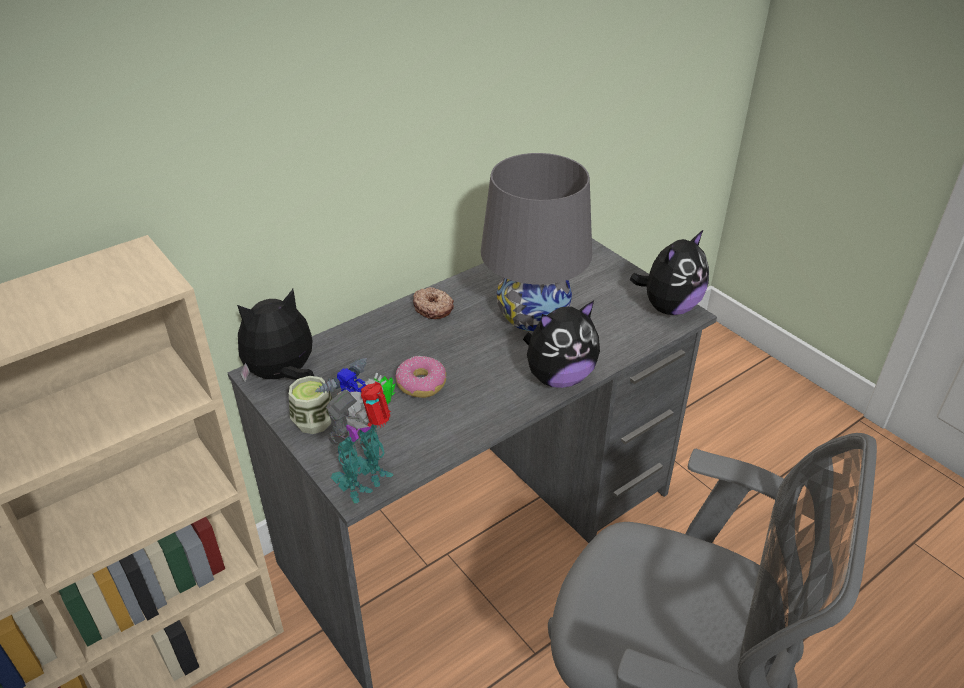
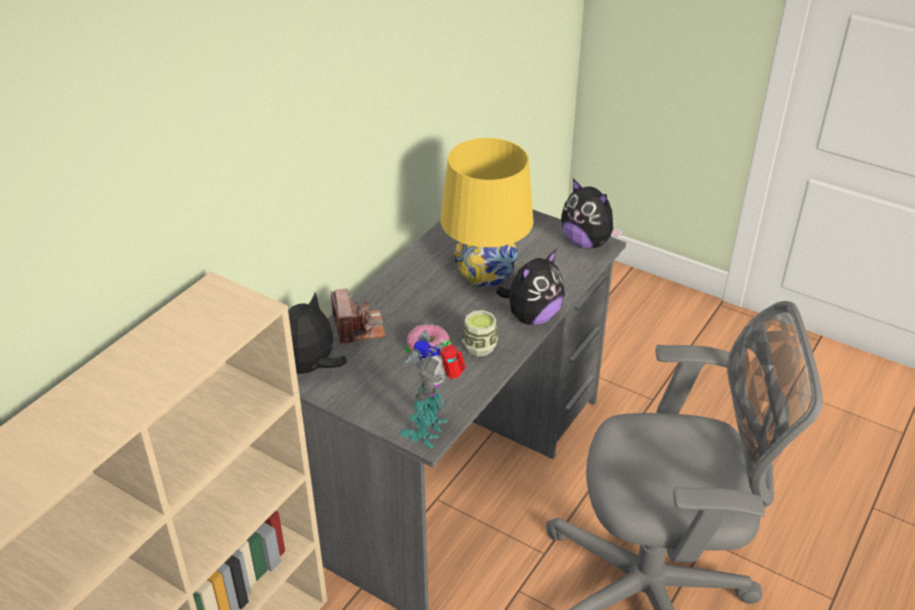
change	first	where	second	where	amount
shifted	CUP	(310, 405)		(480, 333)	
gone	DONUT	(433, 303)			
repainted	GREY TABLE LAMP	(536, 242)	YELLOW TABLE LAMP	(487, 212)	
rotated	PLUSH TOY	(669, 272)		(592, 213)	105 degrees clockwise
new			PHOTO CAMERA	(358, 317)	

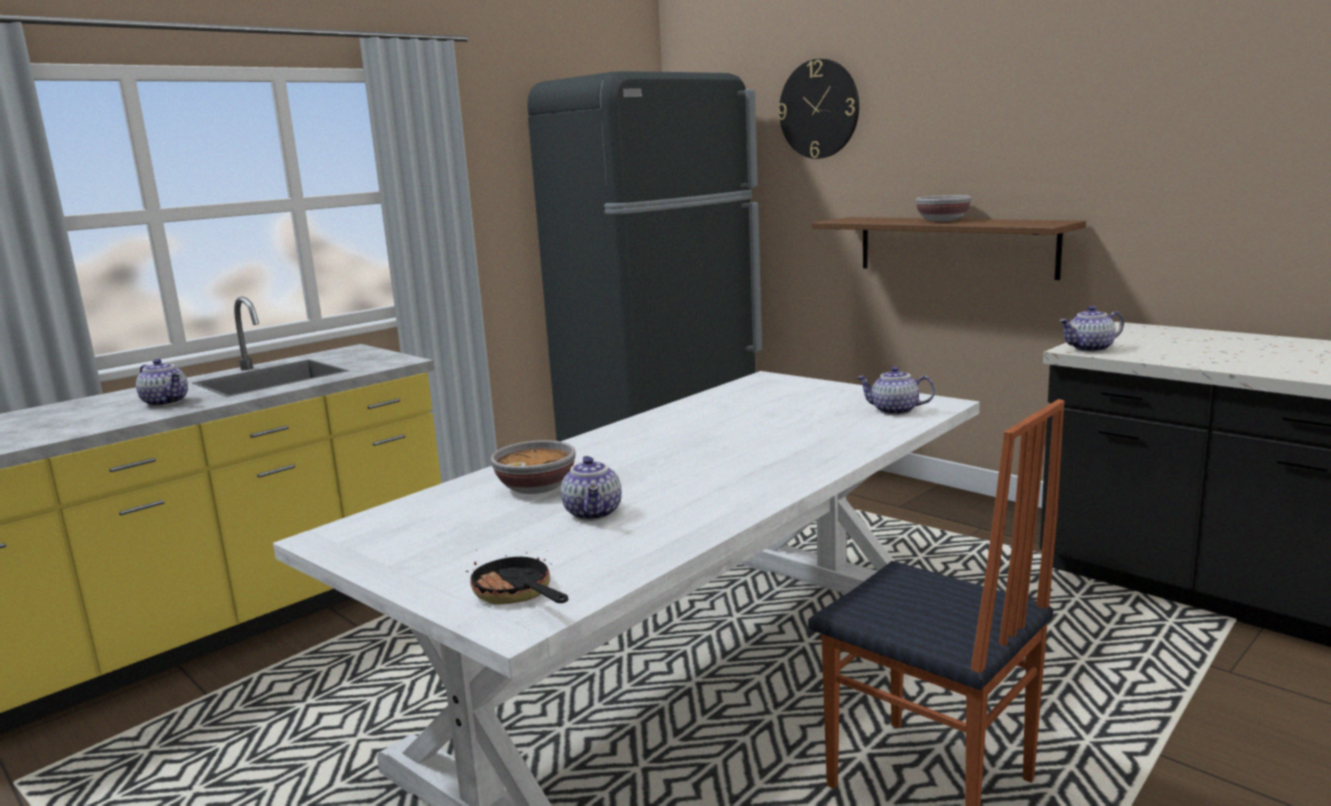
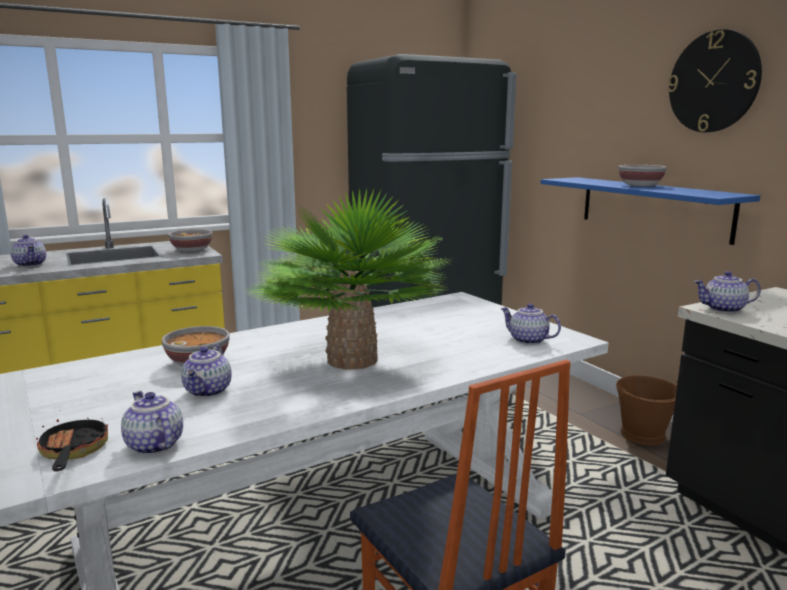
change	first	where	second	where	amount
shifted	WALL CLOCK	(818, 109)		(715, 80)	
repainted	BROWN SHELF	(949, 248)	BLUE SHELF	(650, 211)	
new			TEAPOT	(152, 423)	
new			BOWL	(190, 240)	
new			POTTED PLANT	(351, 279)	
new			BROWN BUCKET	(647, 410)	

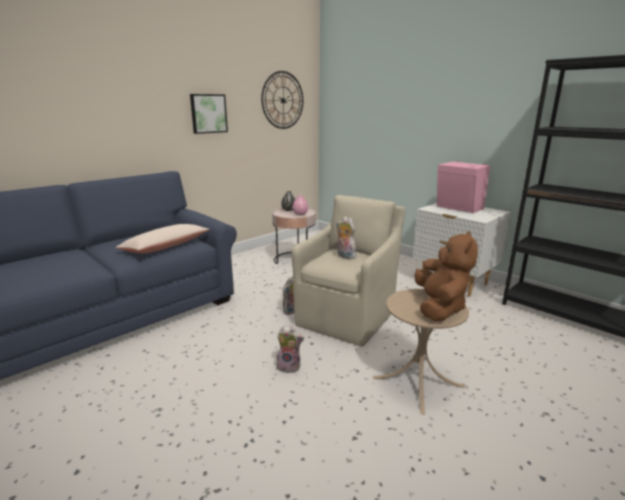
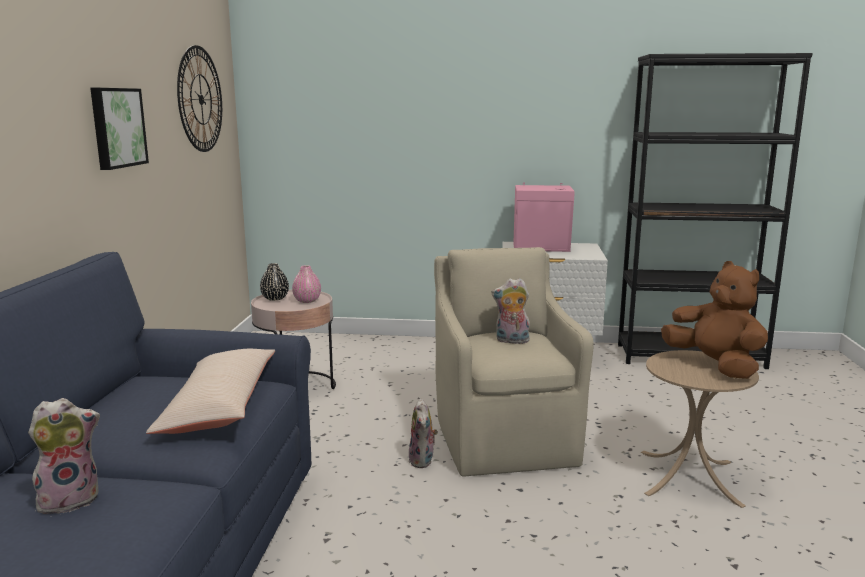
change	first	where	second	where	amount
shifted	PLUSH TOY	(290, 349)		(64, 456)	

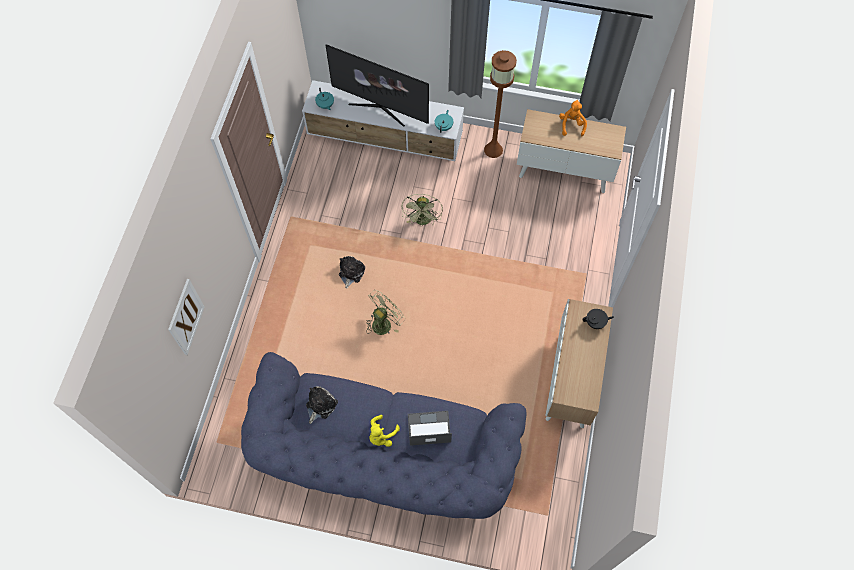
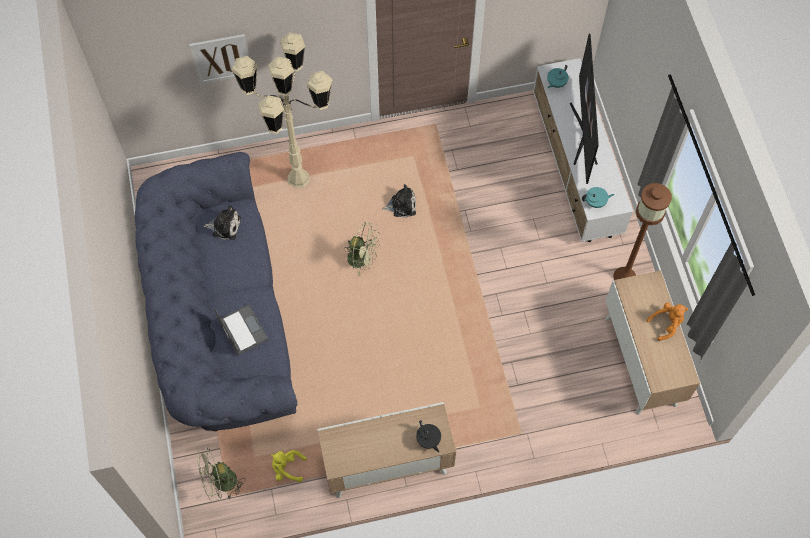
change	first	where	second	where	amount
shifted	YELLOW PLUSH TOY	(384, 431)		(289, 466)	
shifted	GREEN FAN	(422, 209)		(221, 474)	
new			BEIGE FLOOR LAMP	(282, 110)	

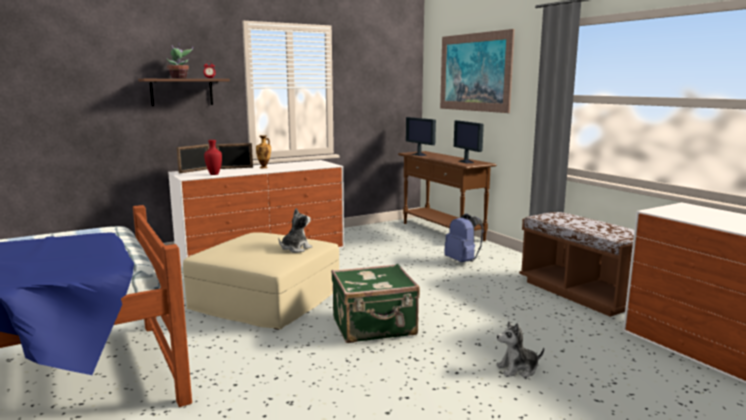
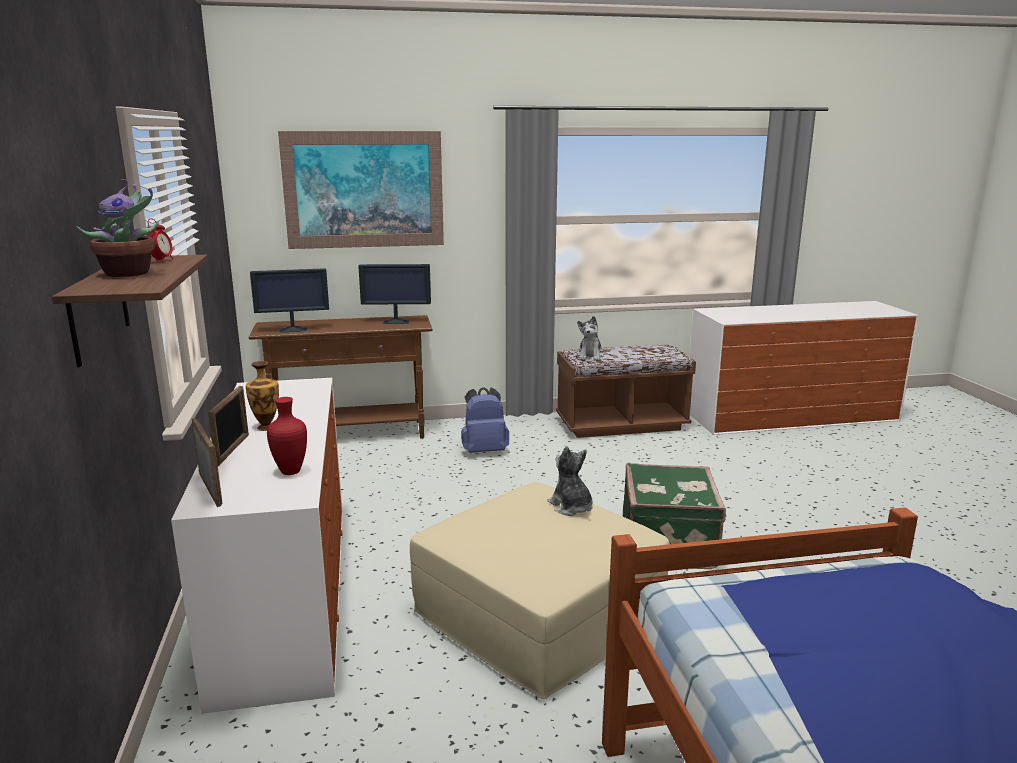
change	first	where	second	where	amount
shifted	PLUSH TOY	(520, 349)		(590, 338)	

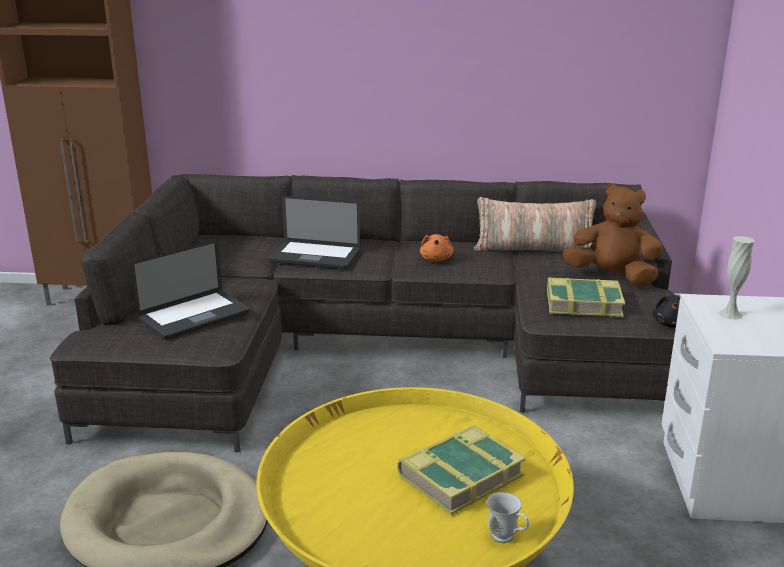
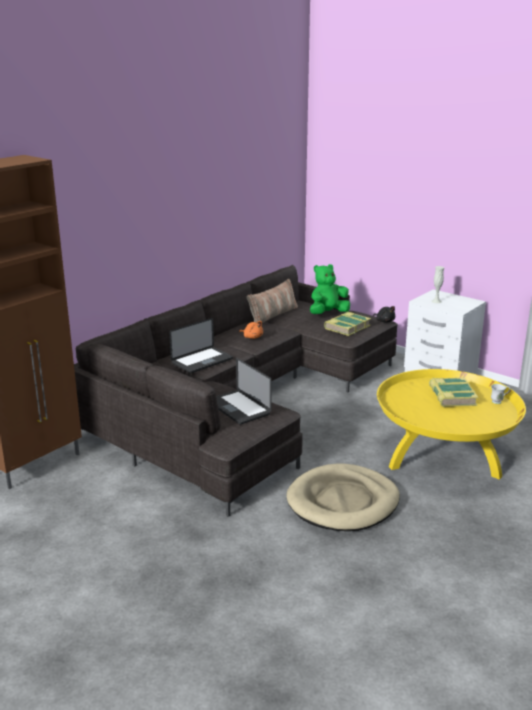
change	first	where	second	where	amount
rotated	LAPTOP	(190, 290)		(243, 391)	150 degrees clockwise
repainted	BROWN PLUSH TOY	(613, 234)	GREEN PLUSH TOY	(330, 289)	

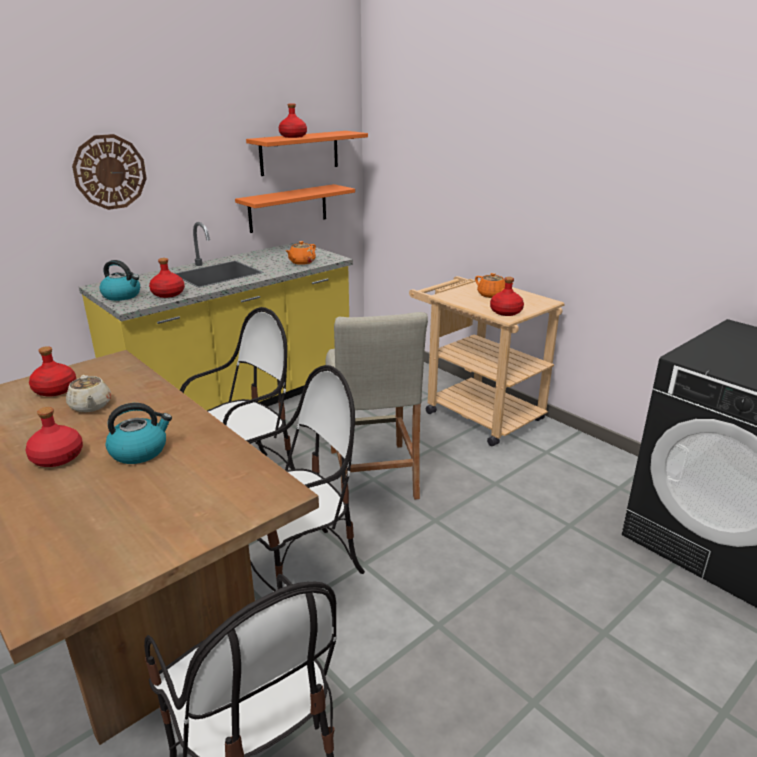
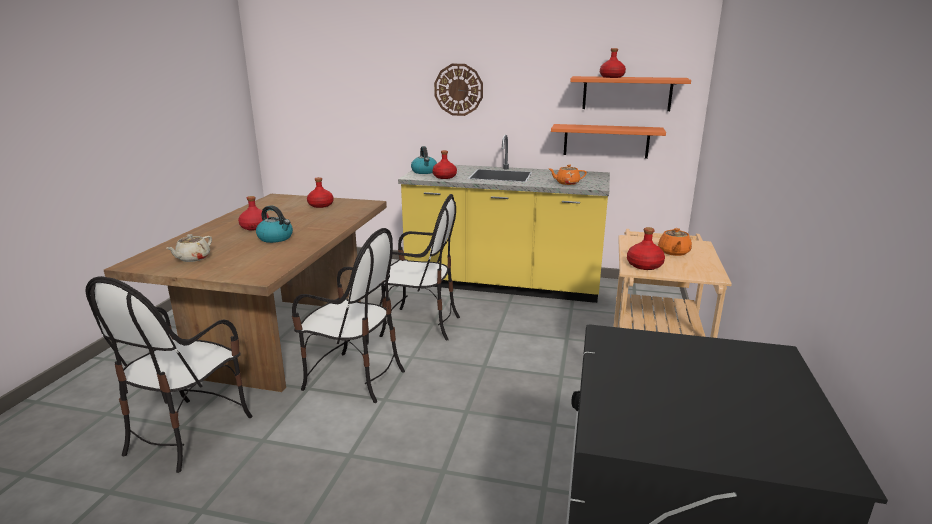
change	first	where	second	where	amount
shifted	BEIGE TEAPOT	(88, 393)		(189, 248)	
gone	BEIGE STOOL	(376, 406)			

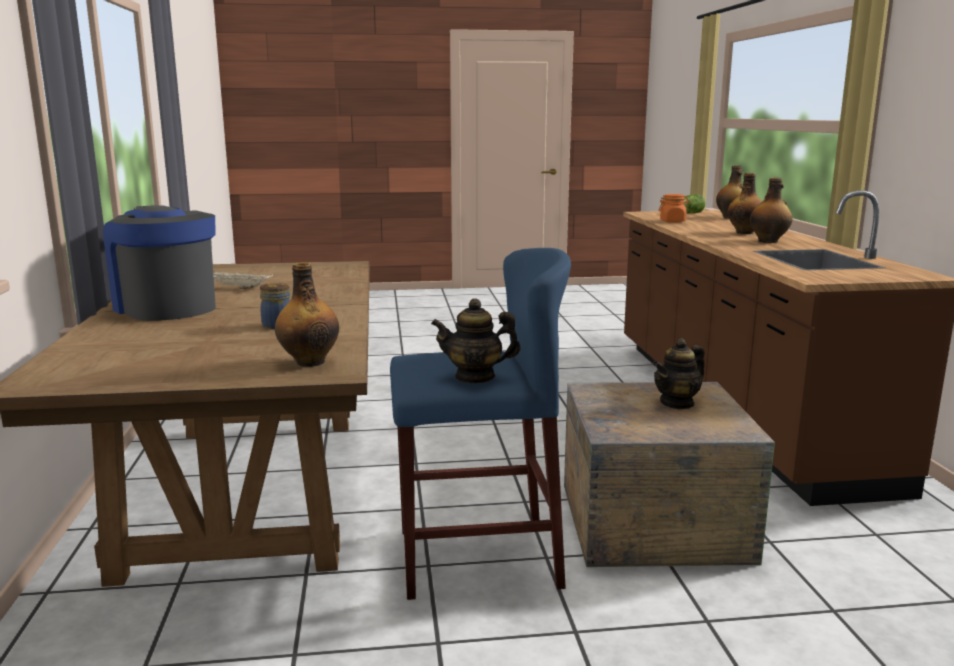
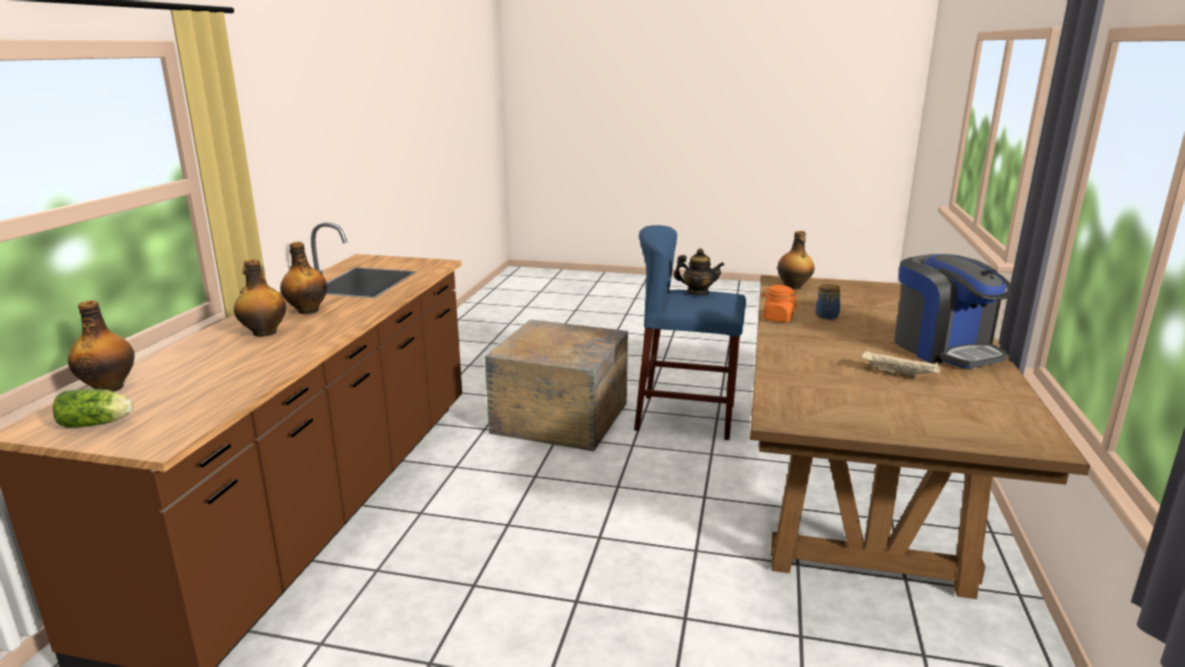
change	first	where	second	where	amount
gone	TEAPOT	(679, 373)			
shifted	ORANGE JAR	(674, 208)		(779, 303)	

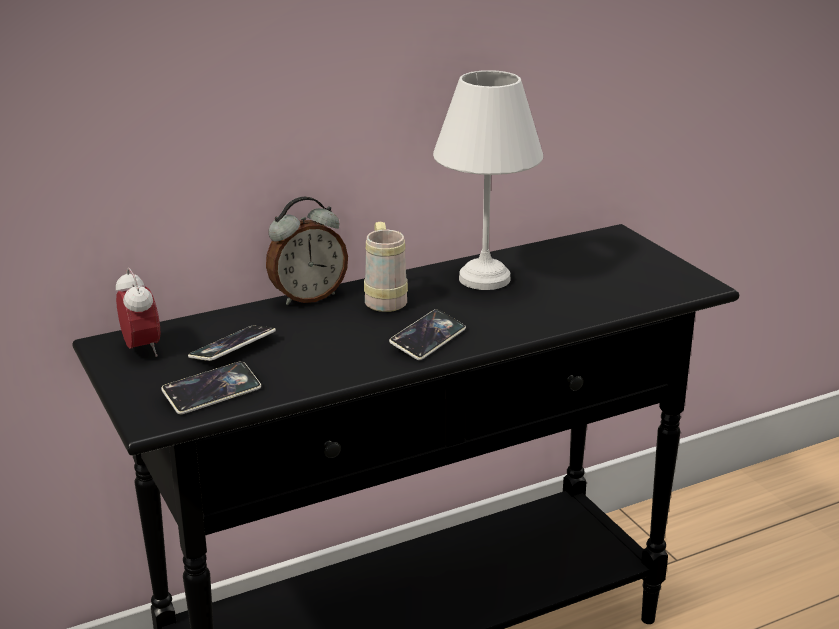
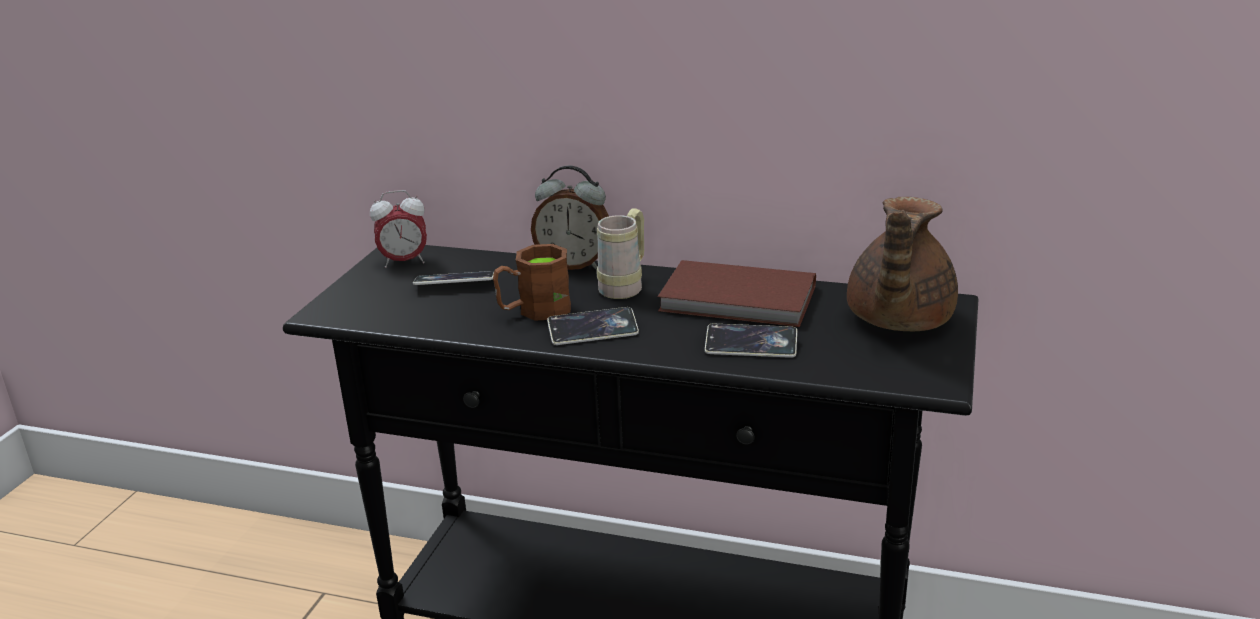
change	first	where	second	where	amount
rotated	ALARM CLOCK	(138, 312)		(398, 229)	60 degrees clockwise
shifted	PHONE	(211, 387)		(751, 341)	
swapped	WHITE TABLE LAMP	(488, 180)	BROWN BOOK	(737, 293)	
new			BROWN MUG	(532, 282)	
new			BROWN TEAPOT	(902, 264)	

